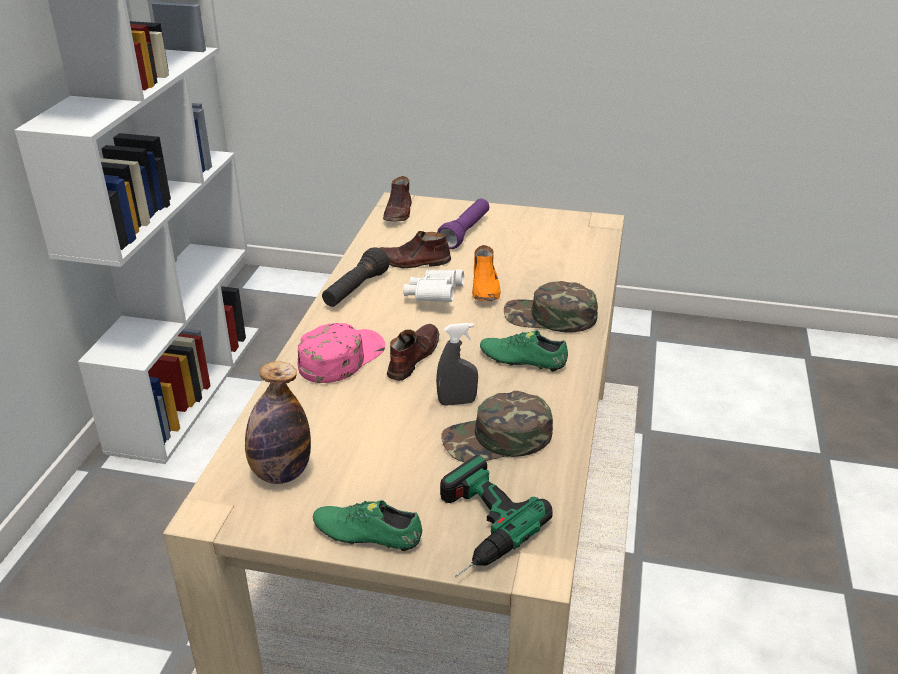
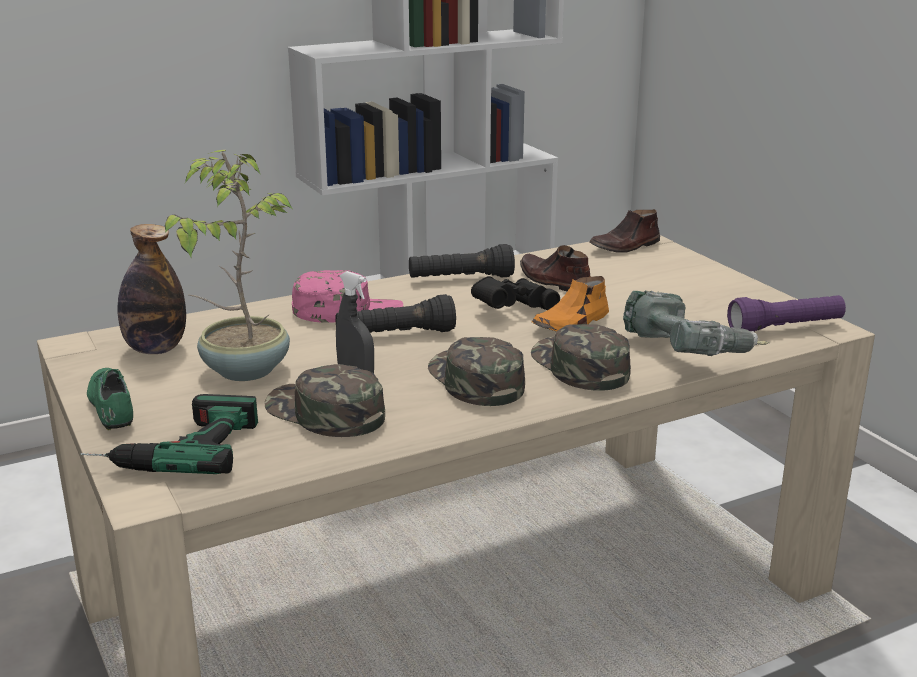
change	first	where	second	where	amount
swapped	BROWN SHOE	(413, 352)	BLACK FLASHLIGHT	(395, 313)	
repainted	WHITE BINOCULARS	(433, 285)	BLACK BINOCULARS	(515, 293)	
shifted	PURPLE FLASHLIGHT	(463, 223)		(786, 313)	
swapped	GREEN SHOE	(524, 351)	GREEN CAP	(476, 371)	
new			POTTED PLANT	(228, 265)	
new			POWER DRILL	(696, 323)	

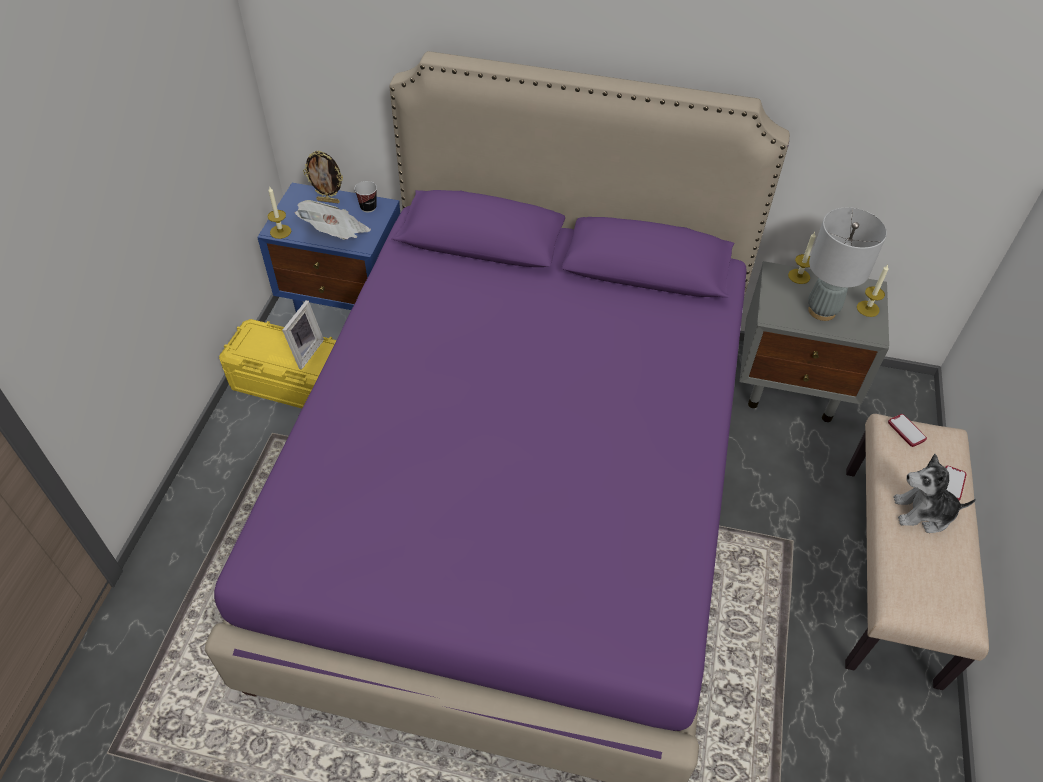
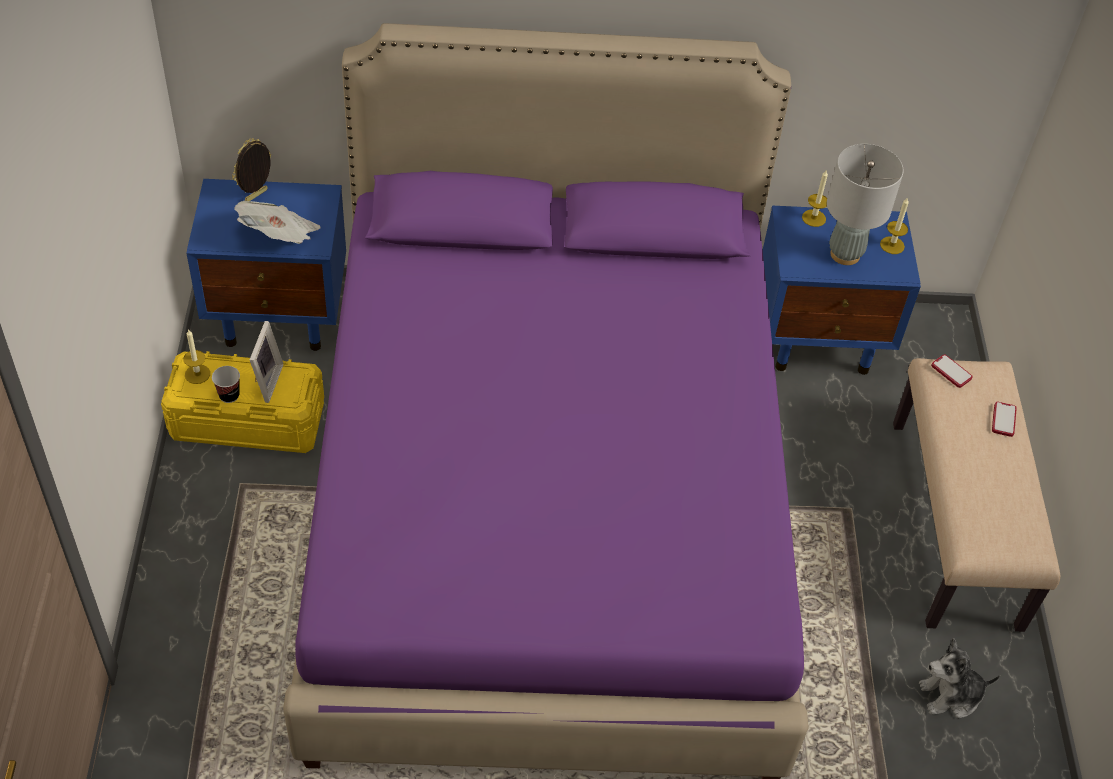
change	first	where	second	where	amount
shifted	CANDLE	(279, 213)		(196, 356)	
rotated	PICTURE FRAME	(323, 177)		(251, 169)	135 degrees clockwise
shifted	CUP	(365, 197)		(226, 384)	
repainted	GREY NIGHTSTAND	(814, 341)	BLUE NIGHTSTAND	(842, 290)	
shifted	PLUSH TOY	(935, 493)		(959, 678)	

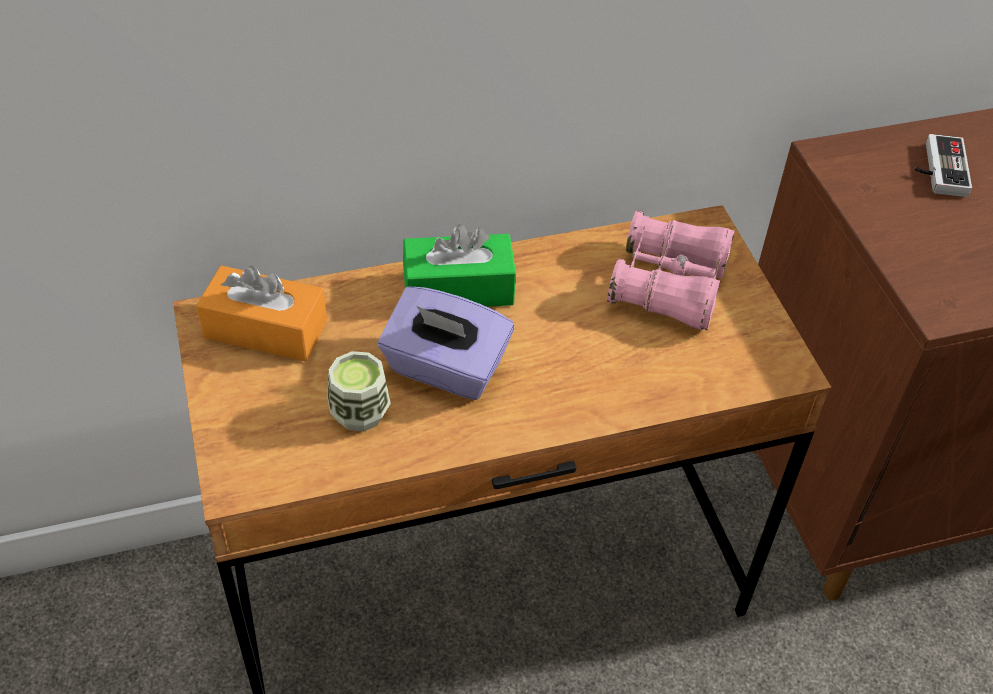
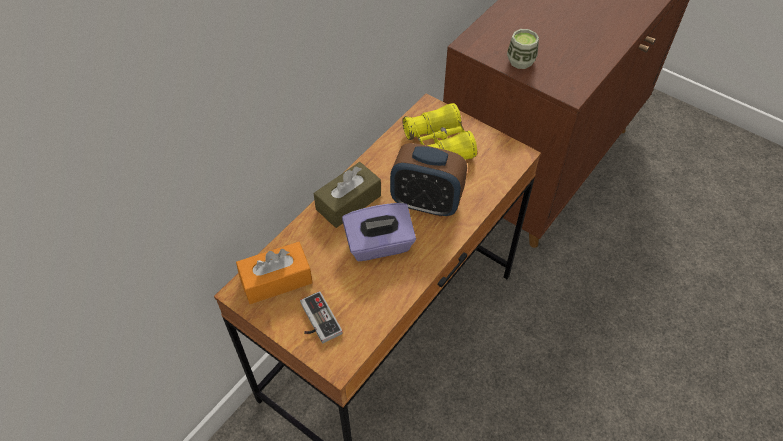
change	first	where	second	where	amount
shifted	CUP	(359, 391)		(523, 49)	
repainted	GREEN TISSUE BOX	(459, 265)	BROWN TISSUE BOX	(347, 195)	
repainted	PINK BINOCULARS	(671, 270)	YELLOW BINOCULARS	(439, 131)	
shifted	GAME CONTROLLER	(943, 165)		(321, 317)	
new			ALARM CLOCK	(428, 180)	

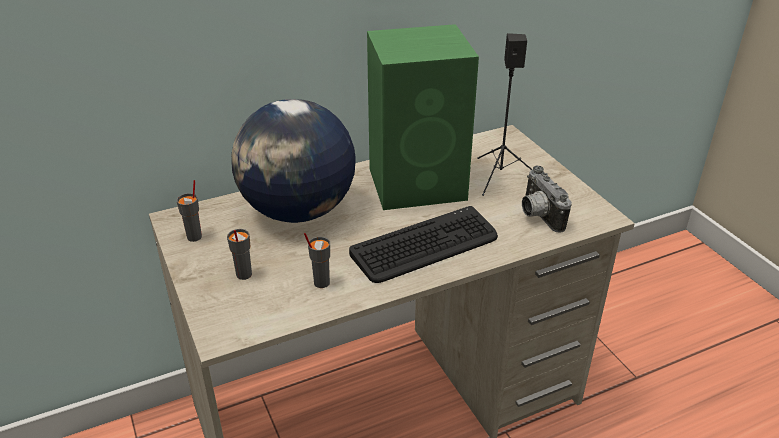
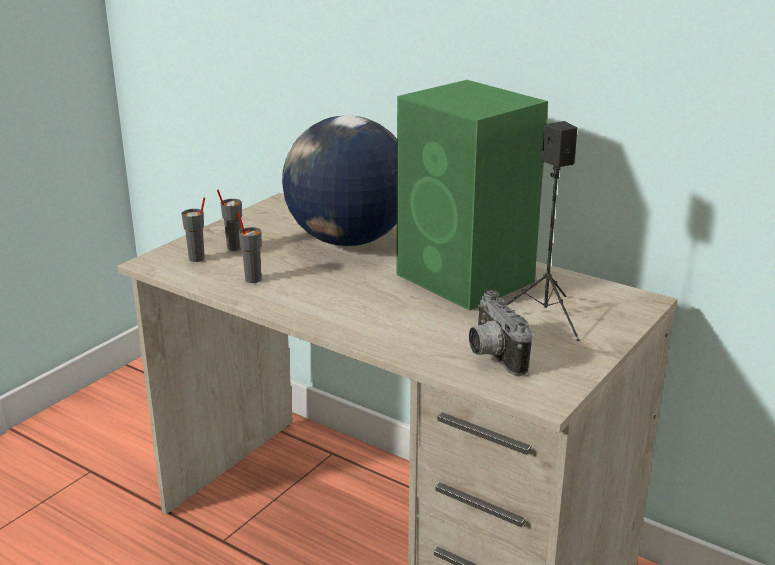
change	first	where	second	where	amount
shifted	GREY CUP	(189, 211)		(193, 230)	
gone	KEYBOARD	(423, 244)			
rotated	PHOTO CAMERA	(547, 199)		(501, 333)	60 degrees counterclockwise

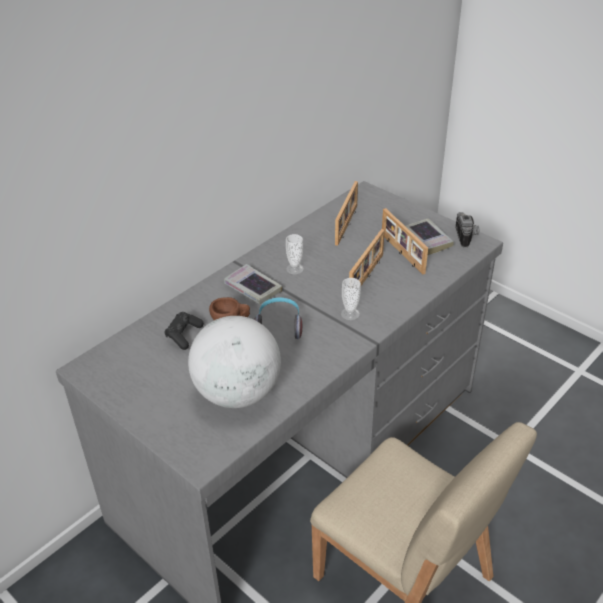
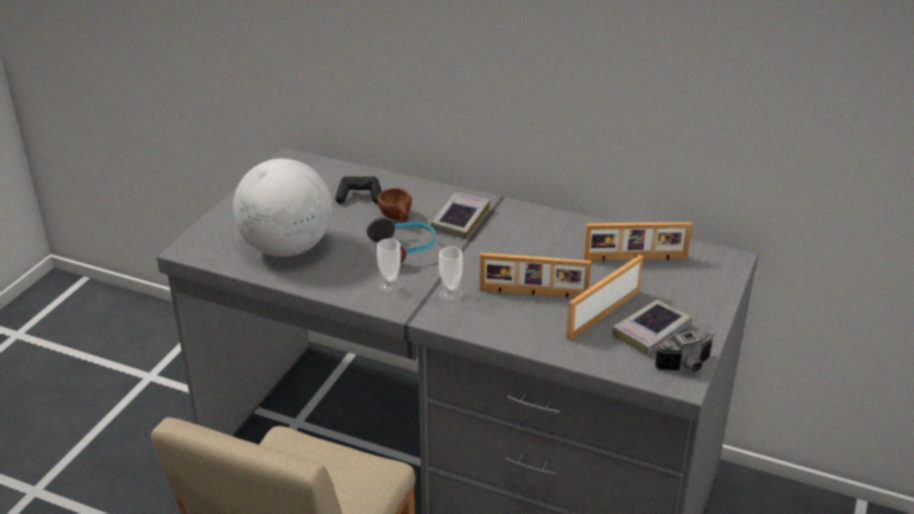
change	first	where	second	where	amount
shifted	CUP	(295, 254)		(389, 266)	

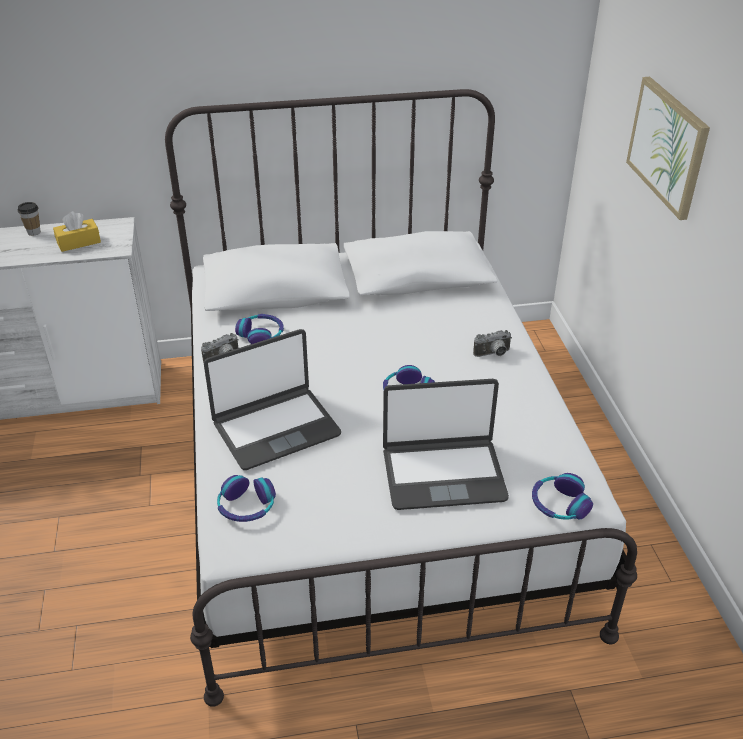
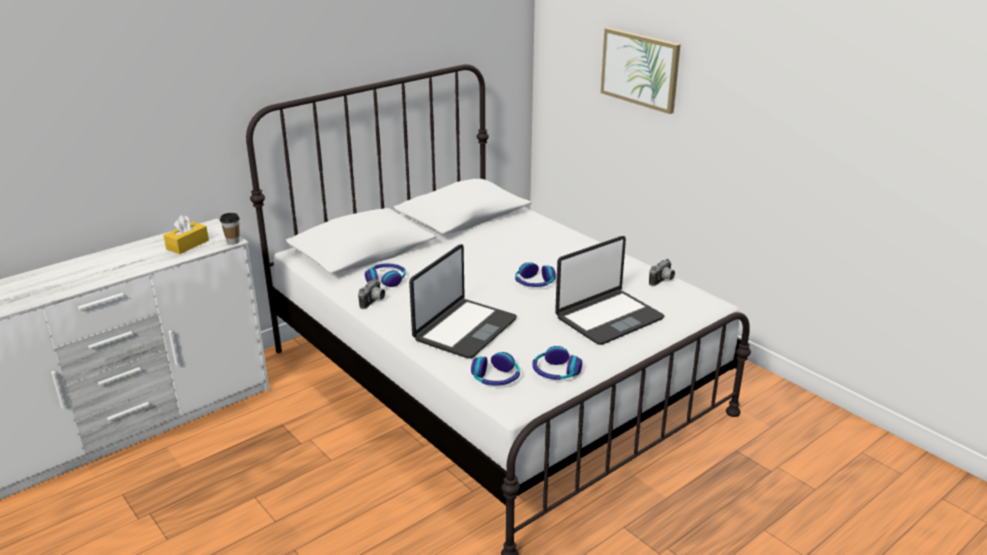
change	first	where	second	where	amount
shifted	CUP	(29, 219)		(230, 229)	
shifted	PHOTO CAMERA	(492, 343)		(662, 272)	
shifted	HEADPHONES	(562, 496)		(557, 363)	

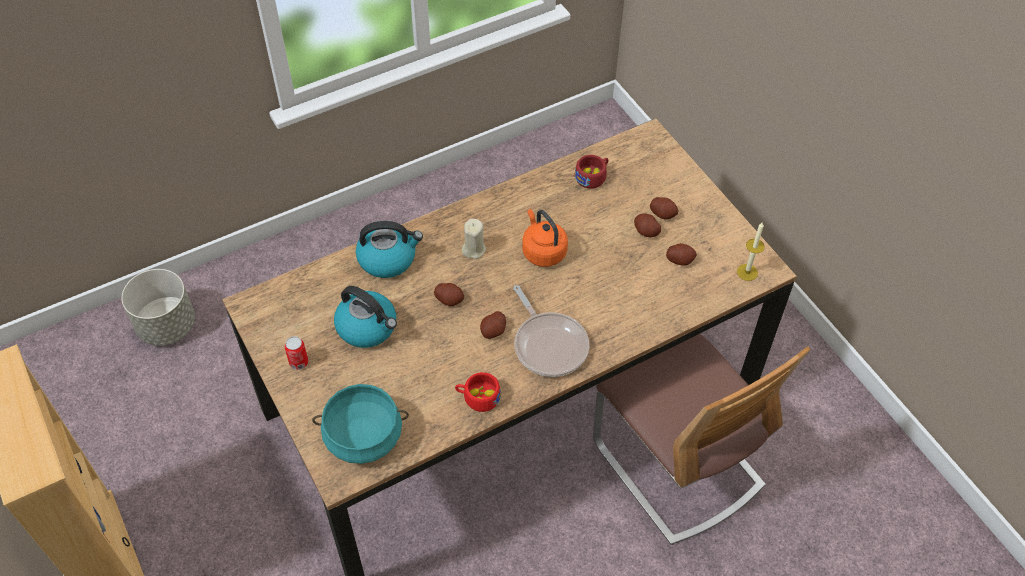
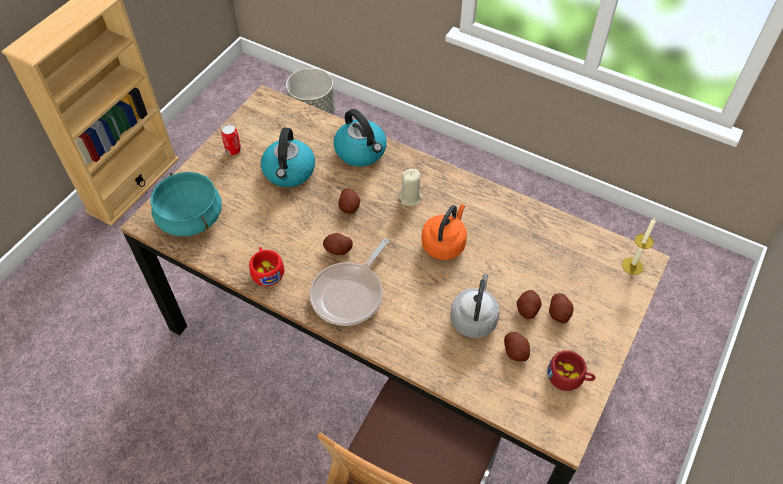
change	first	where	second	where	amount
shifted	RED CUP	(591, 172)		(571, 370)	
shifted	CANDLE	(751, 252)		(639, 246)	
new			GREY KETTLE	(475, 306)	

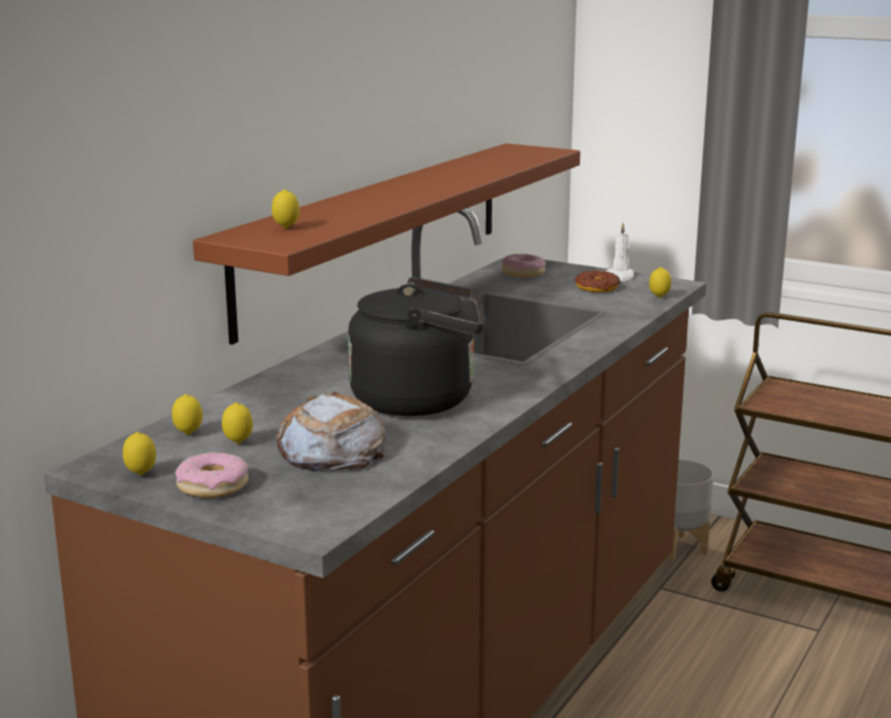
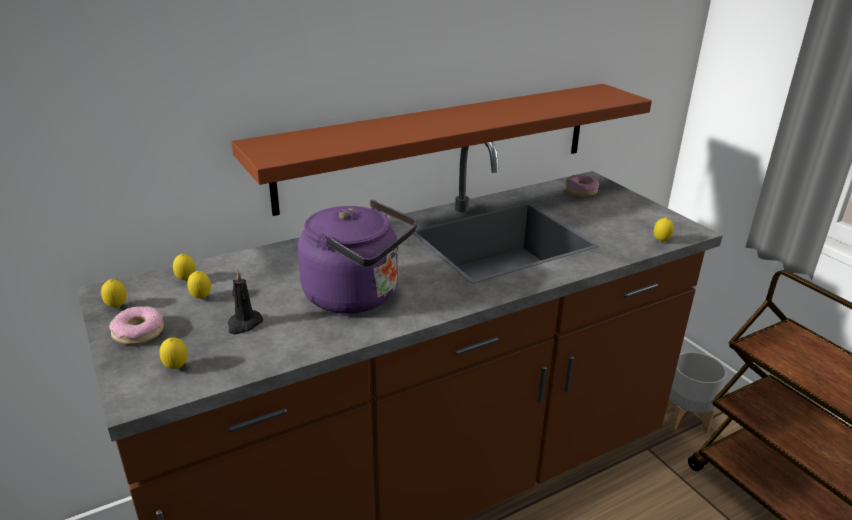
change	first	where	second	where	amount
shifted	LEMON	(286, 209)		(174, 353)	
swapped	BREAD	(331, 431)	BLACK CANDLE	(245, 301)	
repainted	BLACK KETTLE	(416, 346)	PURPLE KETTLE	(357, 257)	
gone	DONUT	(598, 281)			
gone	WHITE CANDLE	(620, 252)			

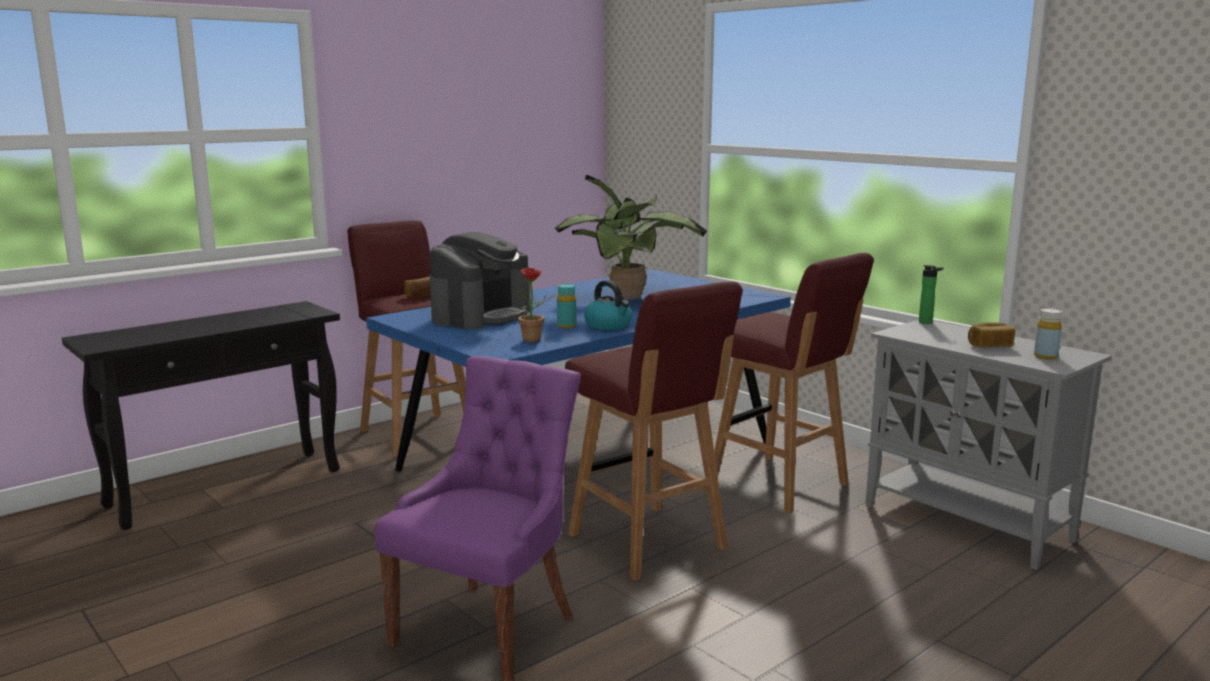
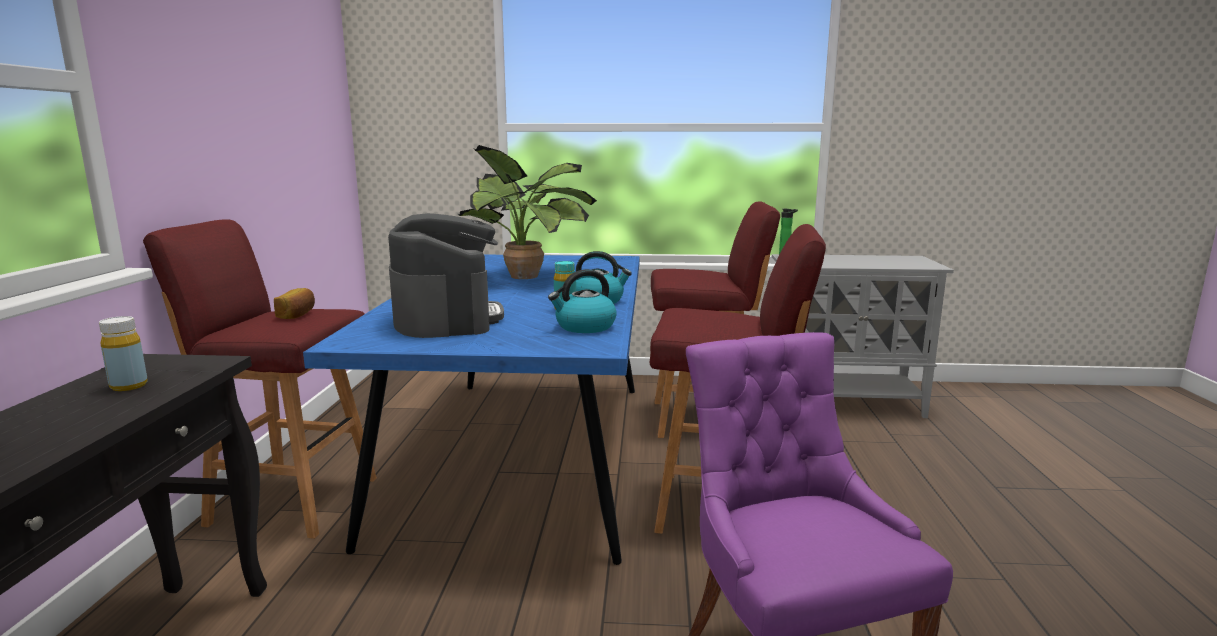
change	first	where	second	where	amount
swapped	POTTED PLANT	(535, 305)	KETTLE	(582, 301)	
gone	BREAD	(991, 334)			
shifted	YELLOW BOTTLE	(1048, 334)		(123, 353)	

